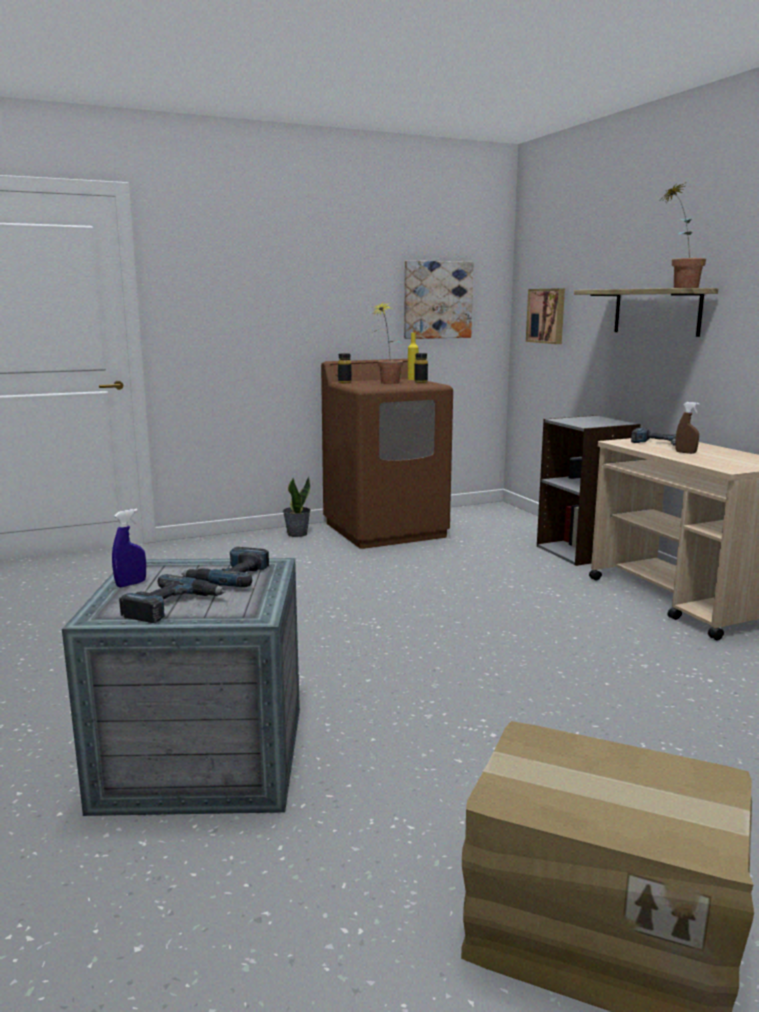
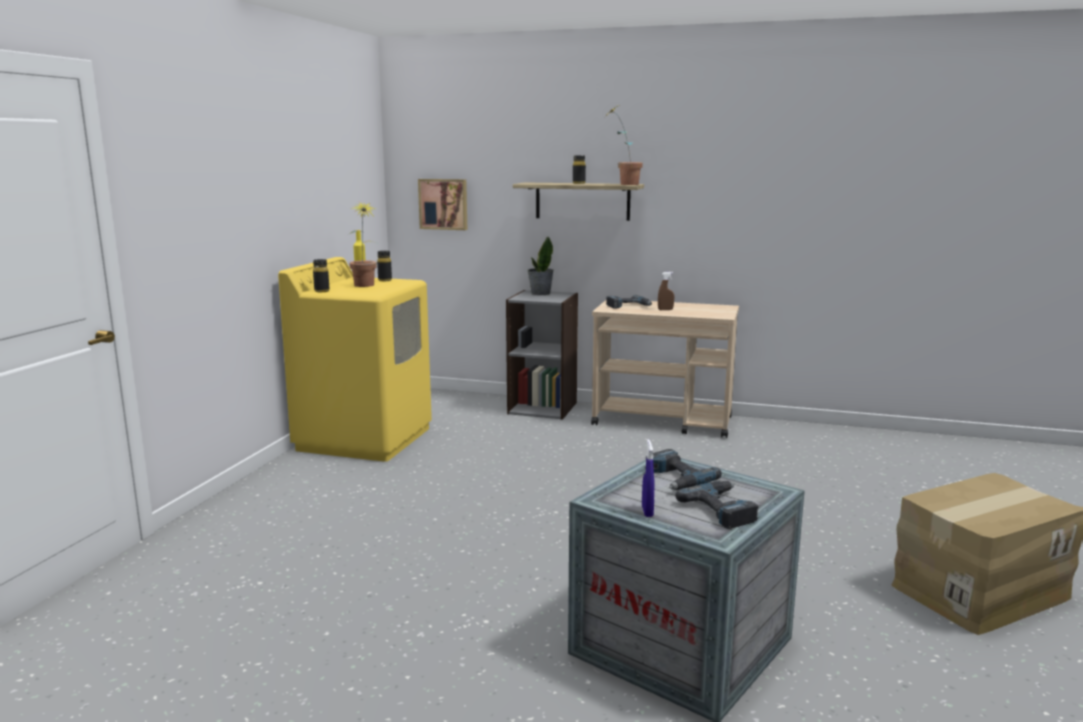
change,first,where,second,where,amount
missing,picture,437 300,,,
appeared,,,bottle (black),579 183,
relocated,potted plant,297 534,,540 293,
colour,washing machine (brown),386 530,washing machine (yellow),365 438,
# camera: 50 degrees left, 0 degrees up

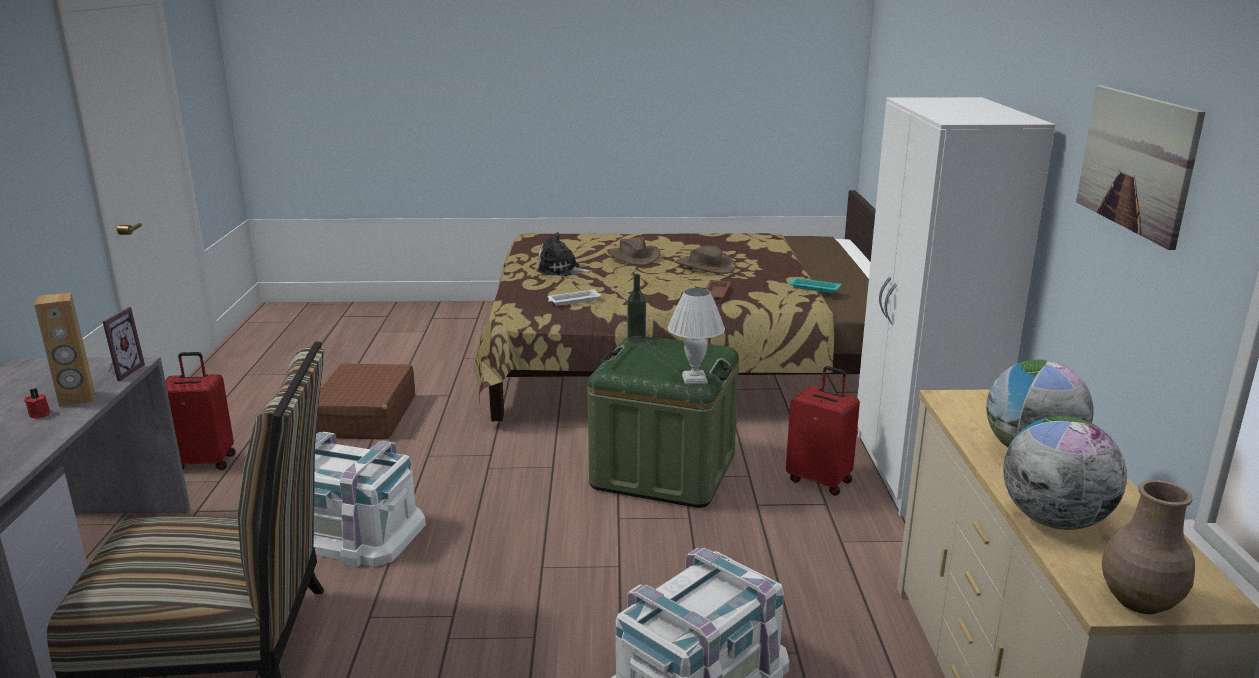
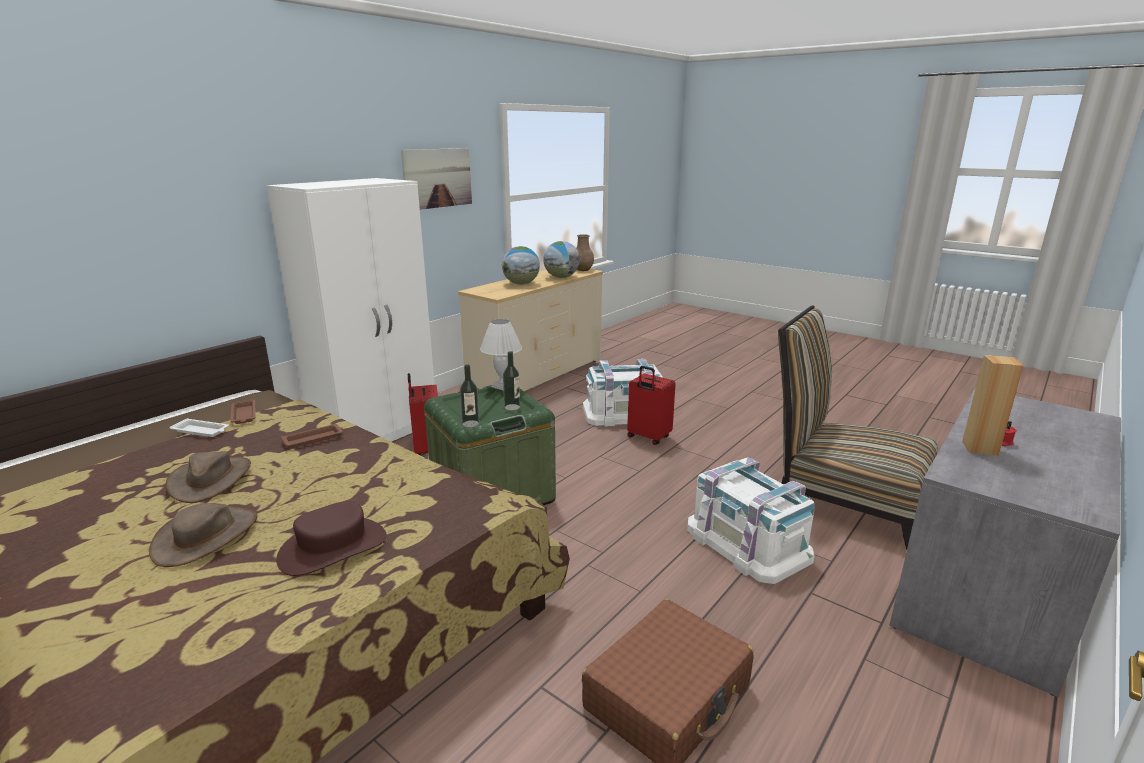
change,first,where,second,where,amount
missing,picture frame,121 372,,,
appeared,,,bottle,512 407,
relocated,suitcase (red),204 462,,648 437,
relocated,tray (white),573 301,,201 431,
exchanged,plush toy,561 270,hat (brown),333 547,
colour,tray (turquoise),813 288,tray (brown),244 415,
# camera: 140 degrees left, 0 degrees up

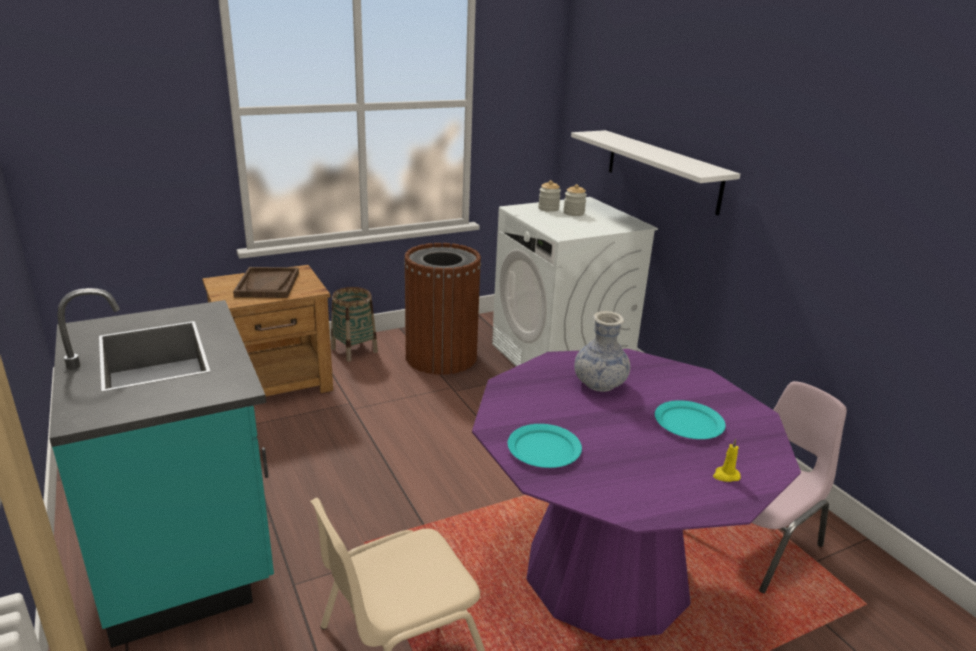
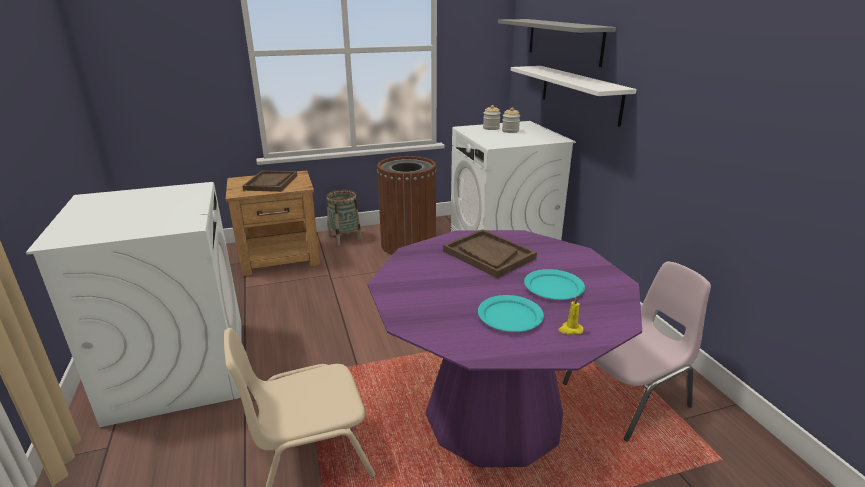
change,first,where,second,where,amount
appeared,,,shelf (grey),563 40,
relocated,plate (turquoise),543 448,,509 316,
exchanged,counter (turquoise),188 547,washing machine (white),179 368,
exchanged,vase,599 384,tray (brown),488 255,
# camera: 10 degrees right, 0 degrees up

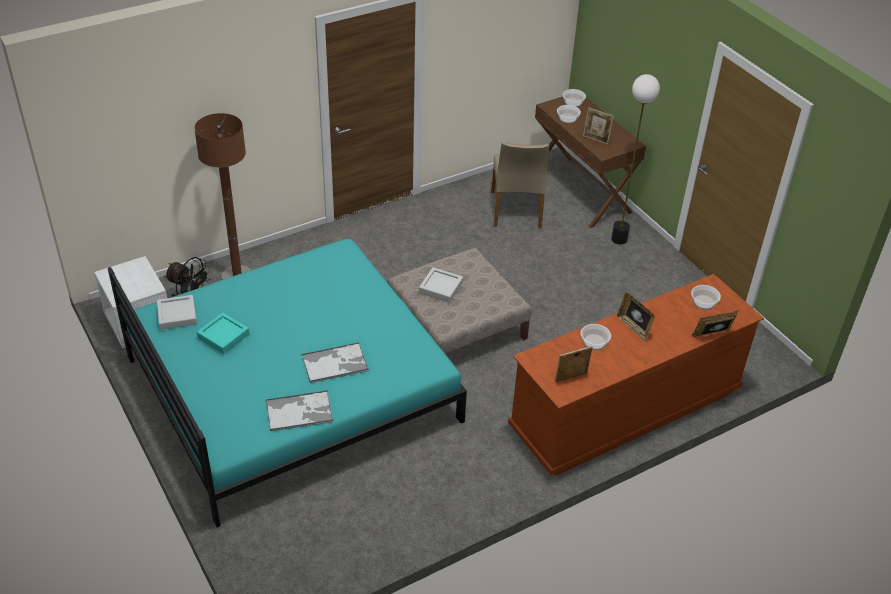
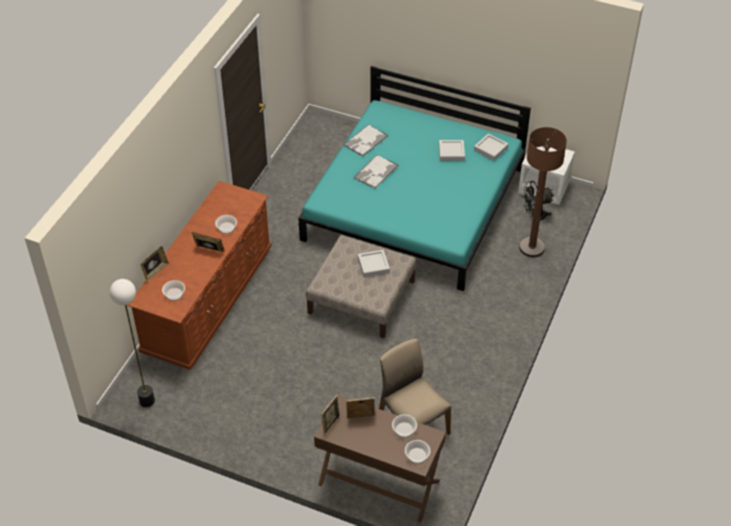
change,first,where,second,where,amount
relocated,picture frame,571 378,,331 424,
relocated,floor lamp,619 239,,146 400,
colour,tray (turquoise),223 336,tray (grey),451 152,
# camera: 145 degrees right, 5 degrees up

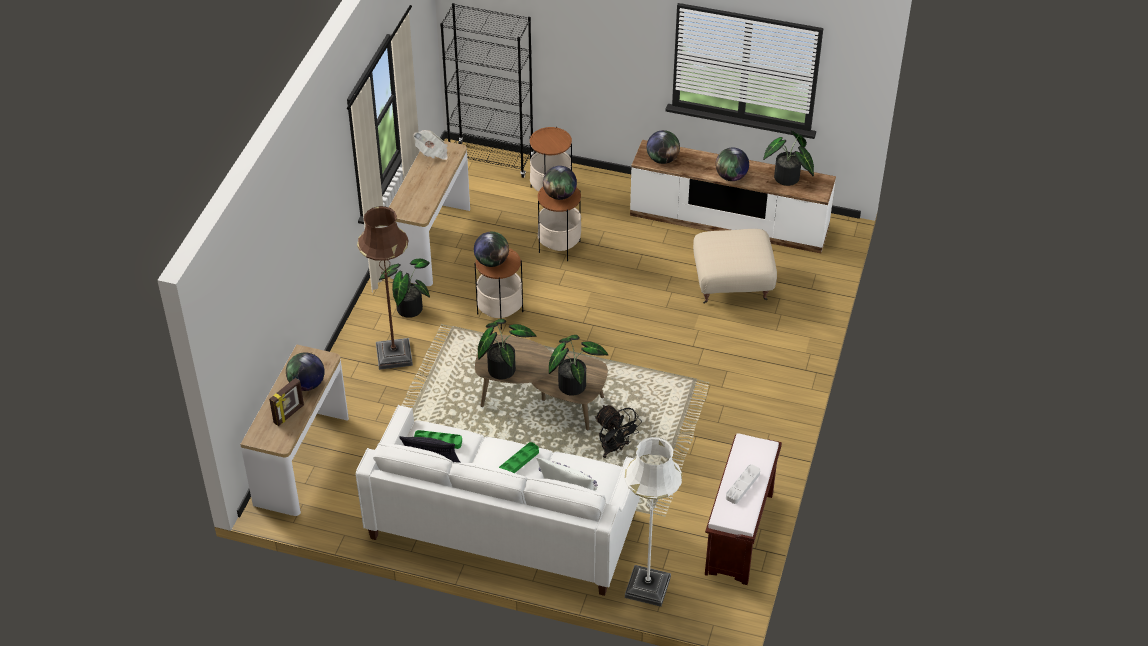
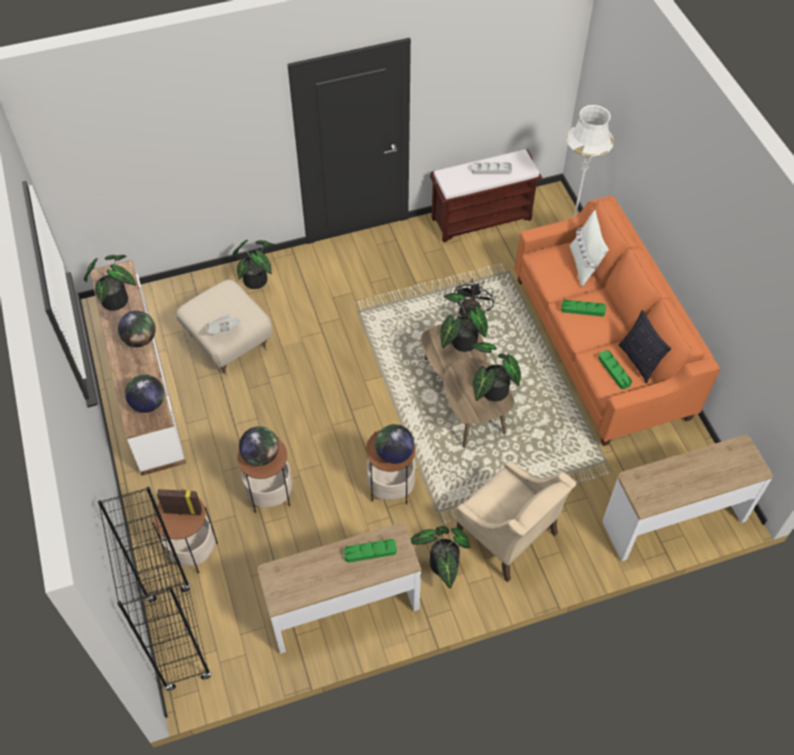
change,first,where,second,where,amount
missing,globe,307 384,,,
appeared,,,potted plant,258 279,
appeared,,,tray (green),370 552,
relocated,picture frame,289 414,,183 510,
relocated,newspaper,432 153,,224 330,
exchanged,floor lamp (brown),394 355,armchair (beige),507 535,
colour,sofa (white),502 525,sofa (orange),600 348,
# camera: 125 degrees left, 10 degrees up

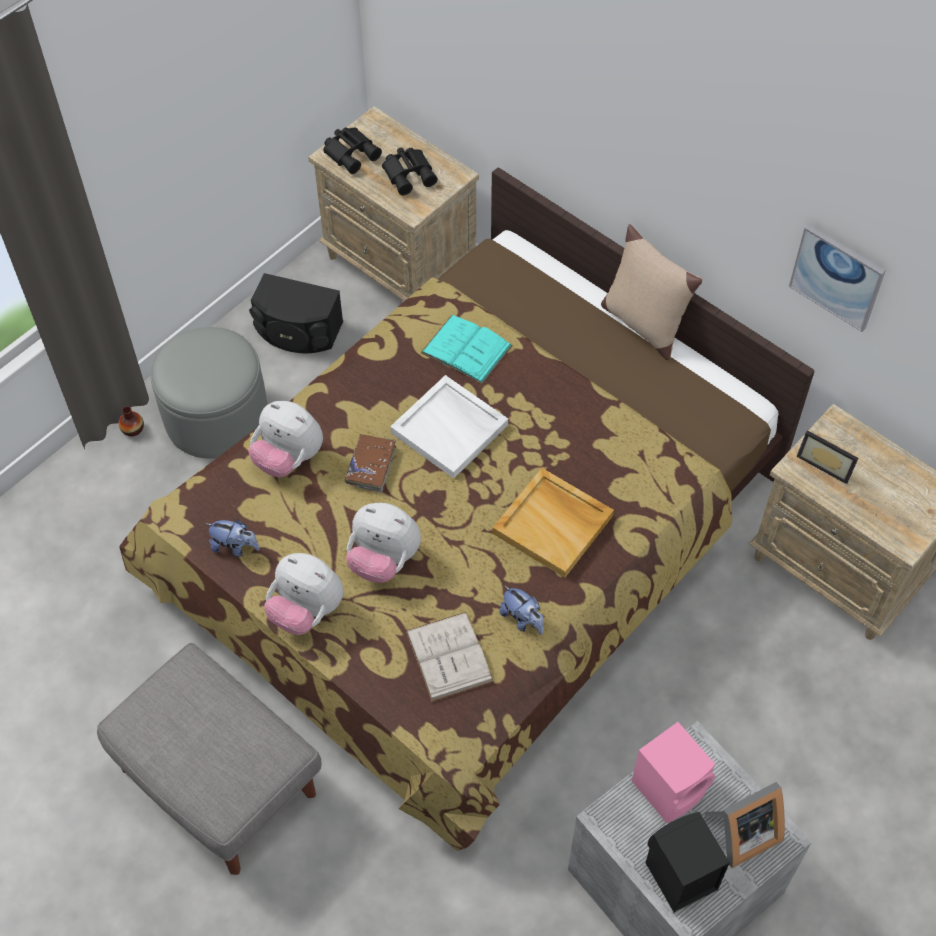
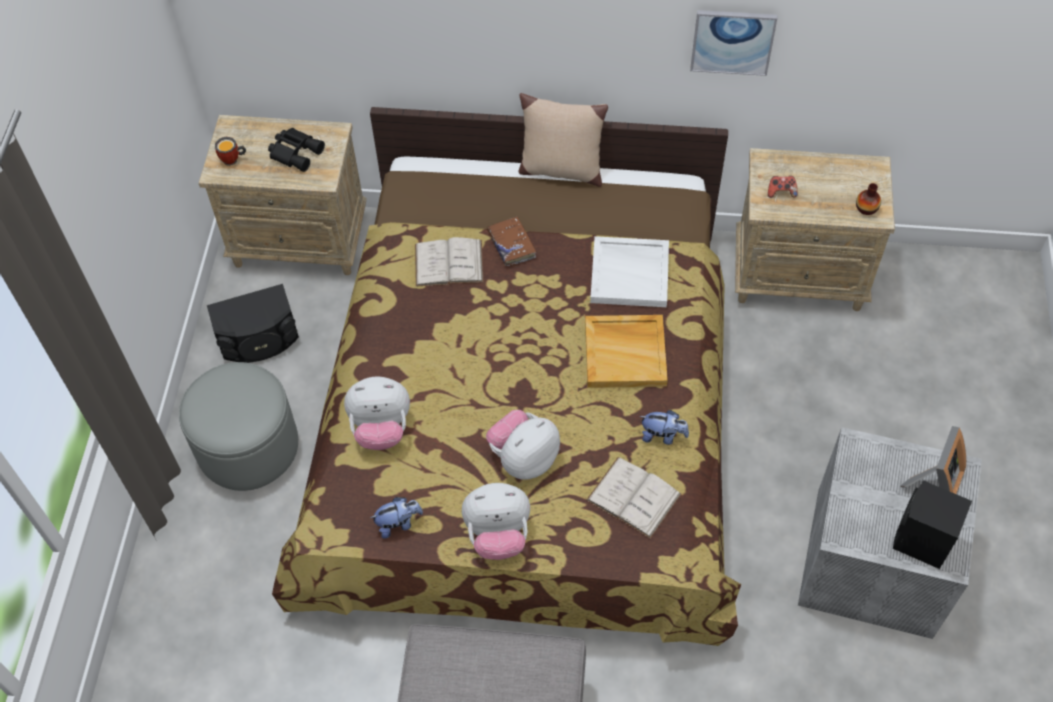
change,first,where,second,where,amount
missing,speaker (pink),670 787,,,
relocated,vase,133 429,,866 208,
relocated,book (brown),371 466,,511 245,
relocated,tray (white),450 429,,630 273,
exchanged,binoculars (black),351 152,mug,233 160,
exchanged,picture frame,826 463,game controller,781 192,
colour,book (turquoise),466 349,book (white),449 263,
spun,plush toy,383 560,,524 458,150 degrees clockwise
# camera: 35 degrees left, 0 degrees up

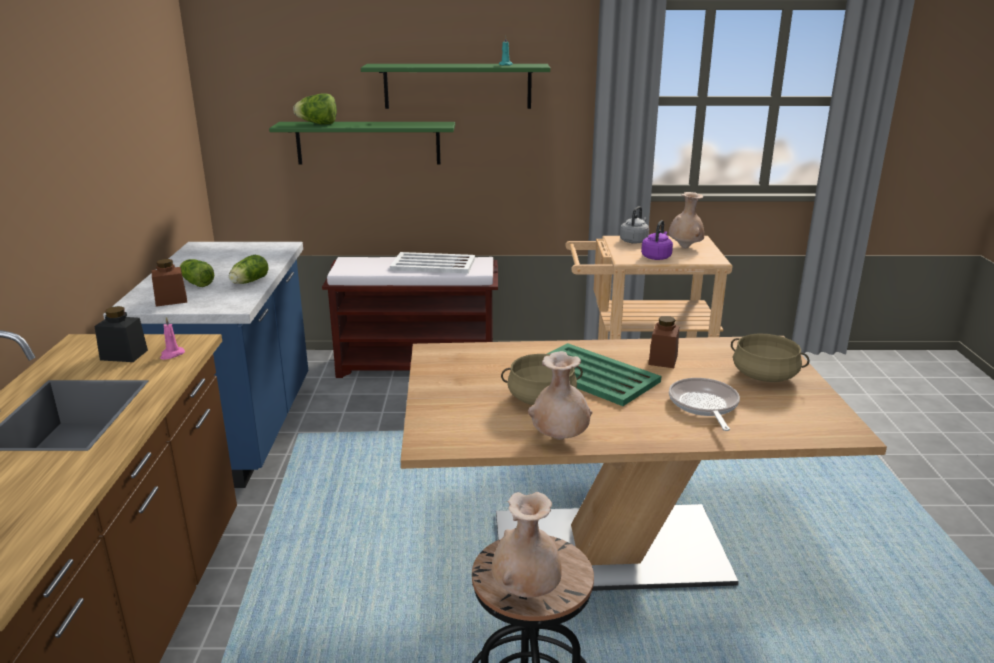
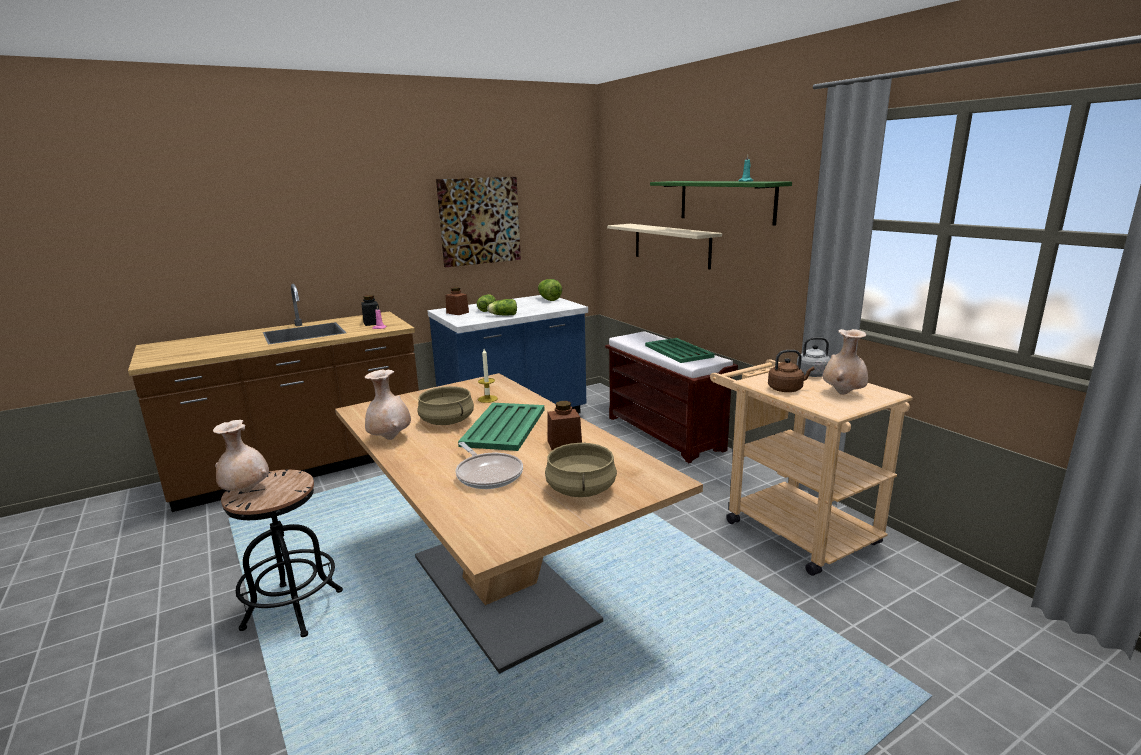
change,first,where,second,where,amount
appeared,,,picture,479 221,
appeared,,,candle,487 399,
relocated,lettuce,318 124,,548 299,
colour,shelf (green),368 143,shelf (beige),671 245,
colour,tray (white),432 264,tray (green),678 351,
colour,kettle (purple),656 257,kettle (brown),787 389,
spun,frying pan,704 405,,488 474,90 degrees clockwise
# camera: 60 degrees right, 5 degrees down

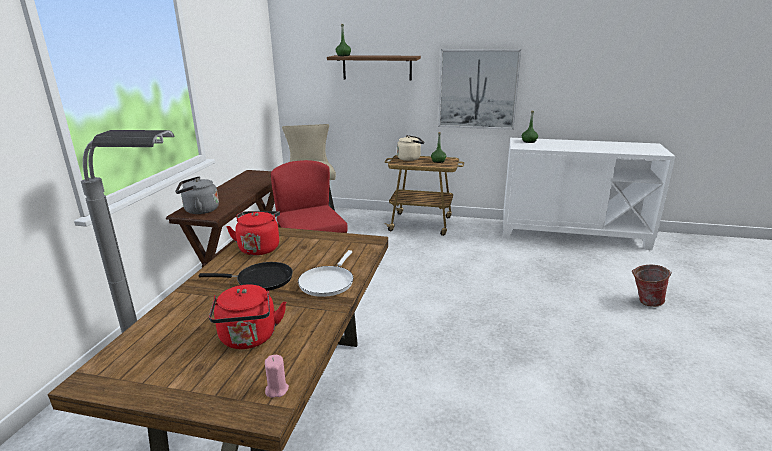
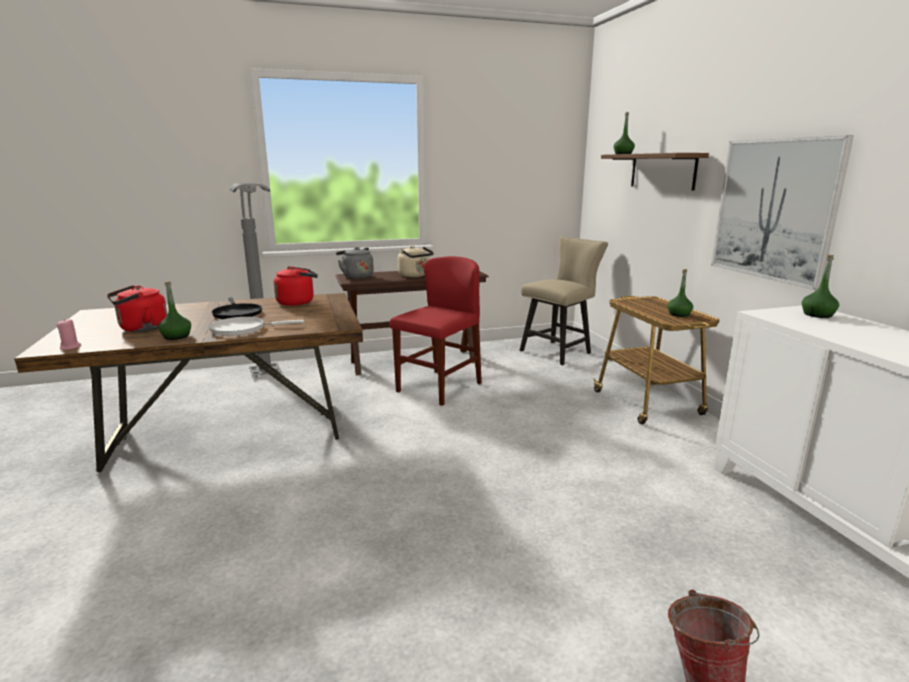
change,first,where,second,where,amount
appeared,,,bottle (green),176 336,
relocated,kettle (beige),410 158,,415 276,
# camera: 60 degrees right, 5 degrees down

